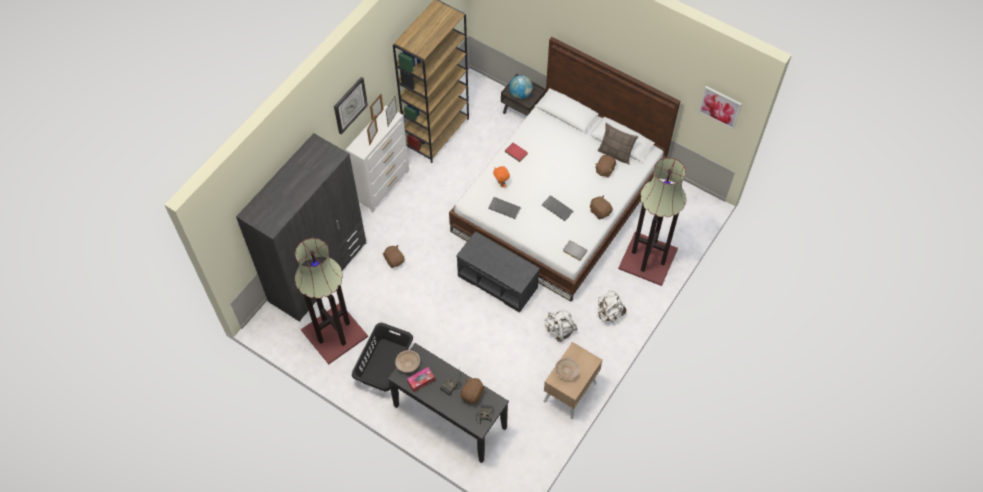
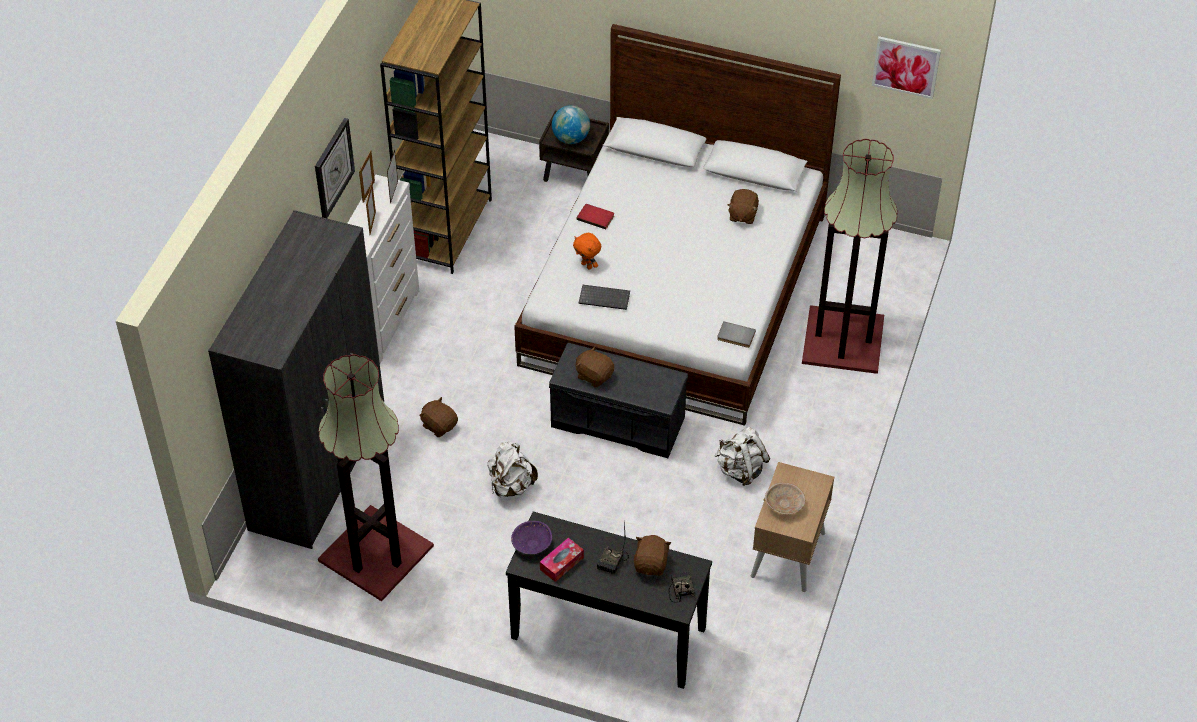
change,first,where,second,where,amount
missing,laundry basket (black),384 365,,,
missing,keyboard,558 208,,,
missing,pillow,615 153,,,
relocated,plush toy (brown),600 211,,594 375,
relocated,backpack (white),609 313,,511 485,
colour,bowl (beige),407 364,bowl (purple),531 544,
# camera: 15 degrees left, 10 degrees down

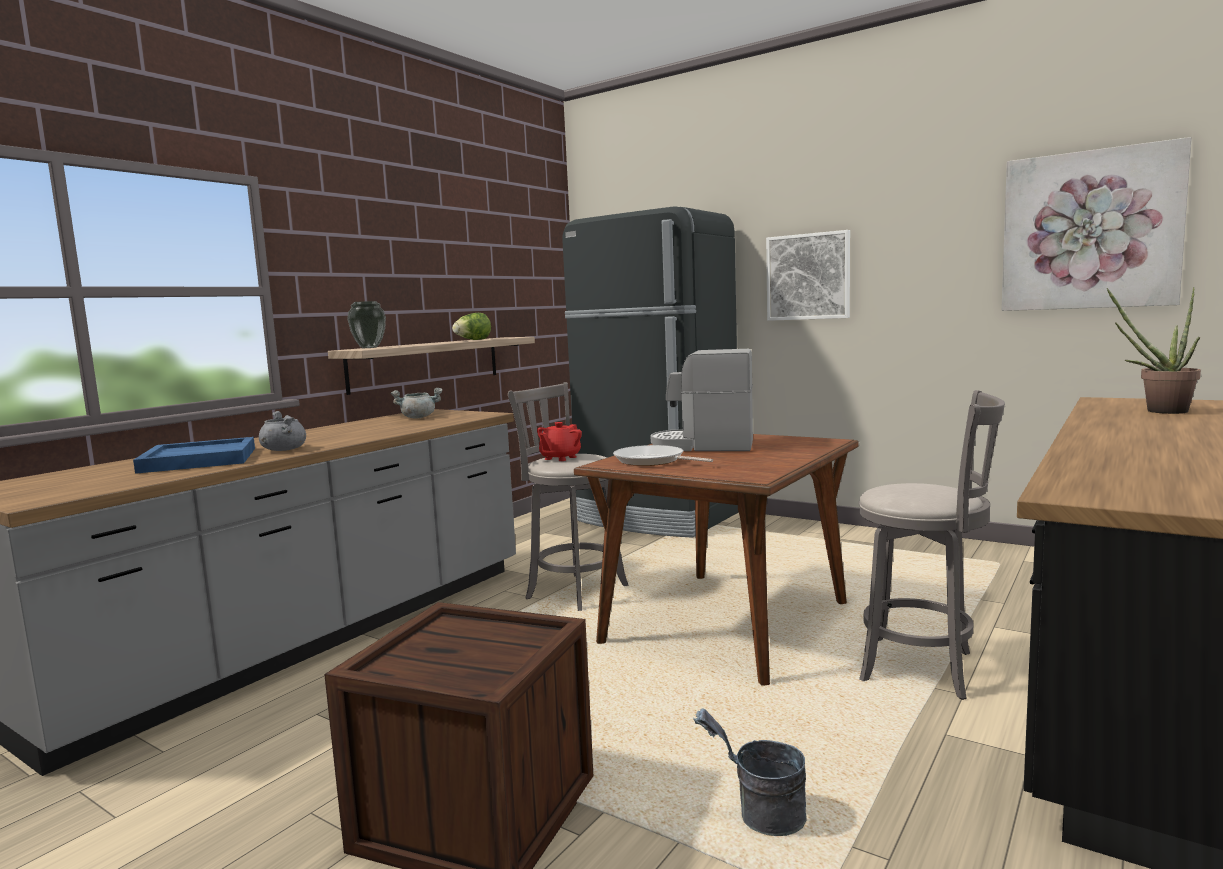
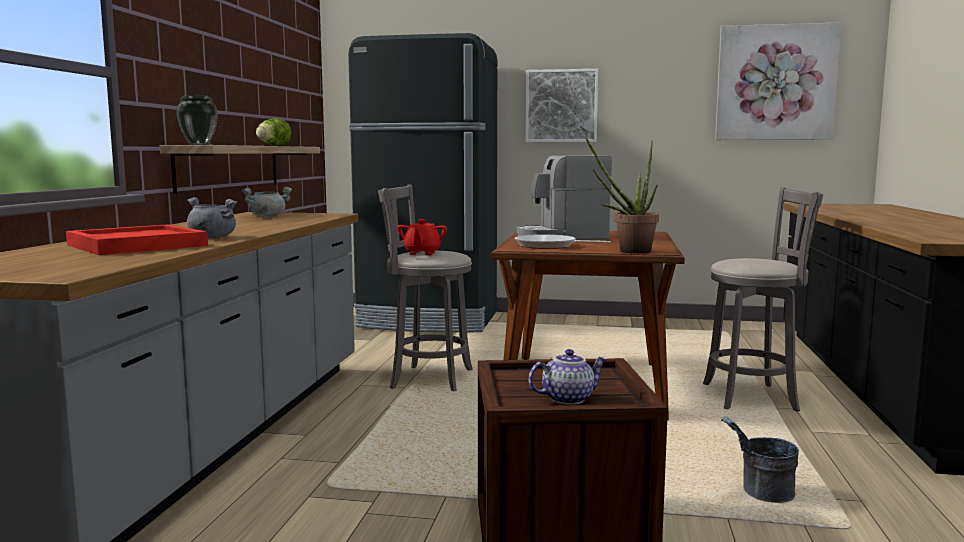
change,first,where,second,where,amount
appeared,,,teapot,567 398,
relocated,potted plant,1157 411,,628 251,
colour,tray (blue),198 460,tray (red),136 245,
# camera: 25 degrees left, 0 degrees up

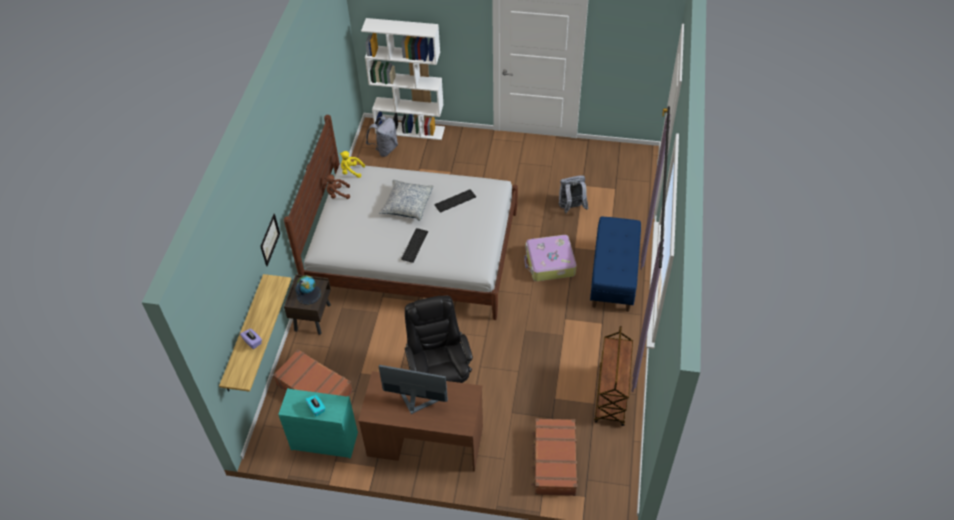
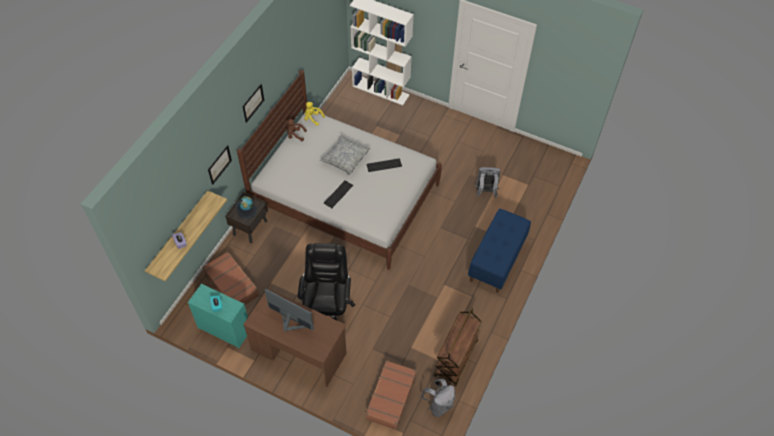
change,first,where,second,where,amount
missing,suitcase,549 263,,,
appeared,,,picture,253 103,
relocated,backpack (grey),385 149,,438 405,
# camera: 15 degrees right, 5 degrees up

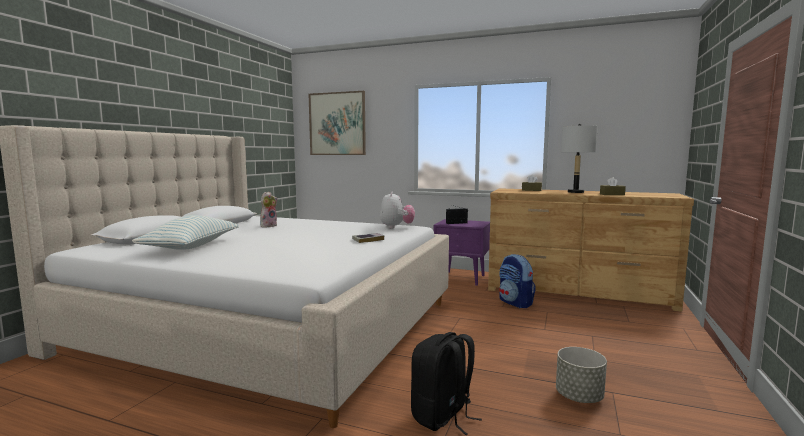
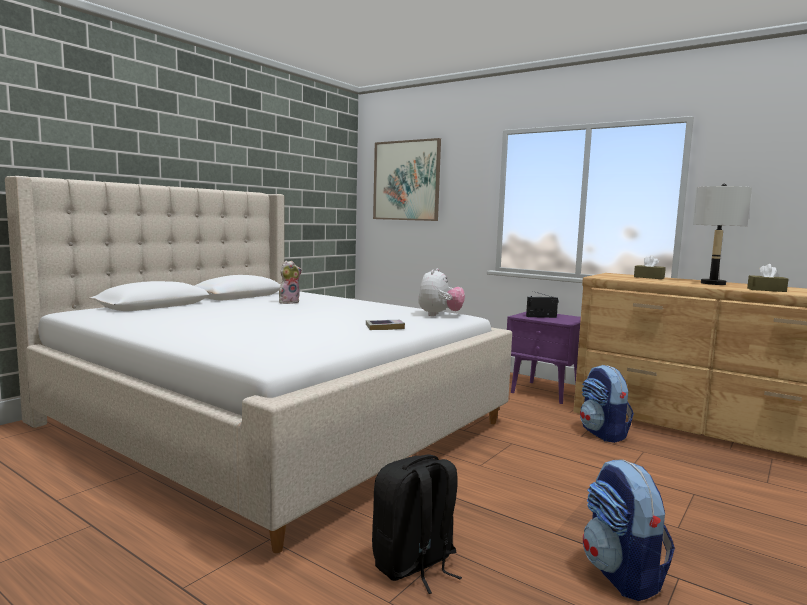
change,first,where,second,where,amount
missing,pillow,191 247,,,
exchanged,planter (grey),579 397,backpack,622 575,
# camera: 15 degrees right, 0 degrees up

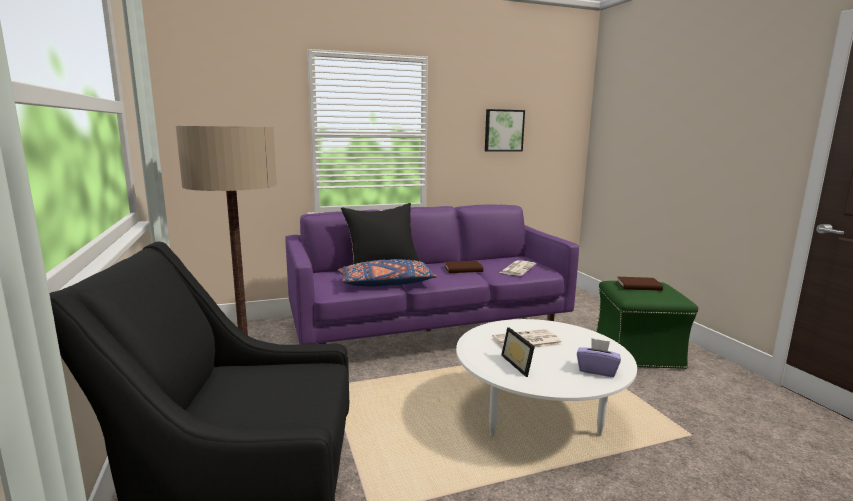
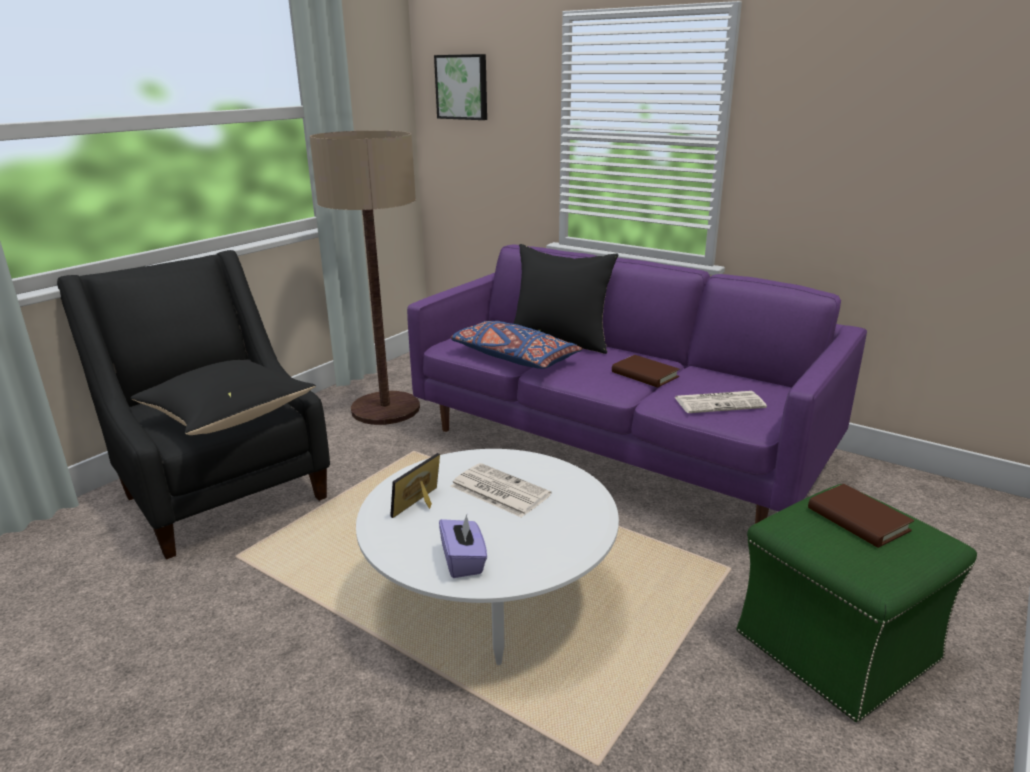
change,first,where,second,where,amount
appeared,,,pillow (black),229 417,
relocated,picture,503 130,,462 87,
# camera: 55 degrees right, 10 degrees up

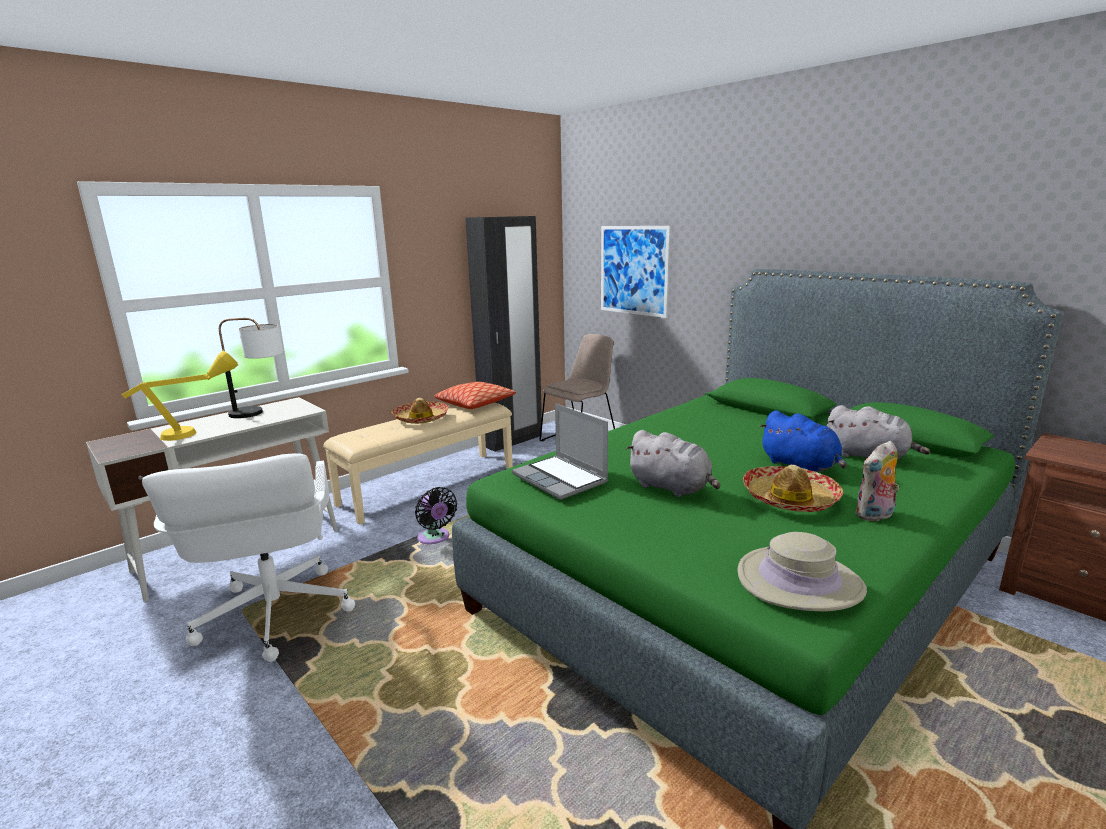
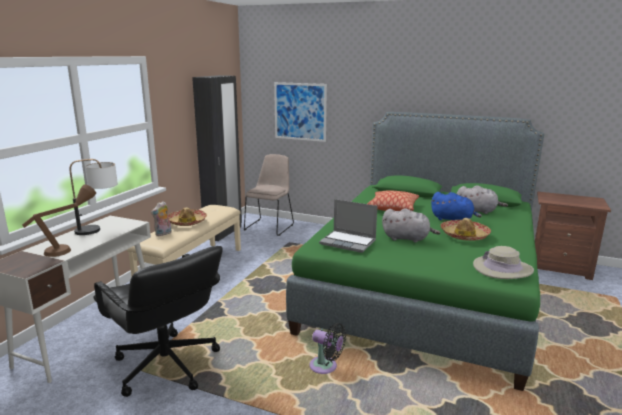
change,first,where,second,where,amount
relocated,fan (black),435 538,,326 367,
relocated,pillow,475 404,,392 208,
relocated,plush toy,875 516,,163 234,
colour,table lamp (yellow),197 431,table lamp (brown),69 247,
colour,office chair (white),274 615,office chair (black),166 366,
# camera: 25 degrees left, 0 degrees up

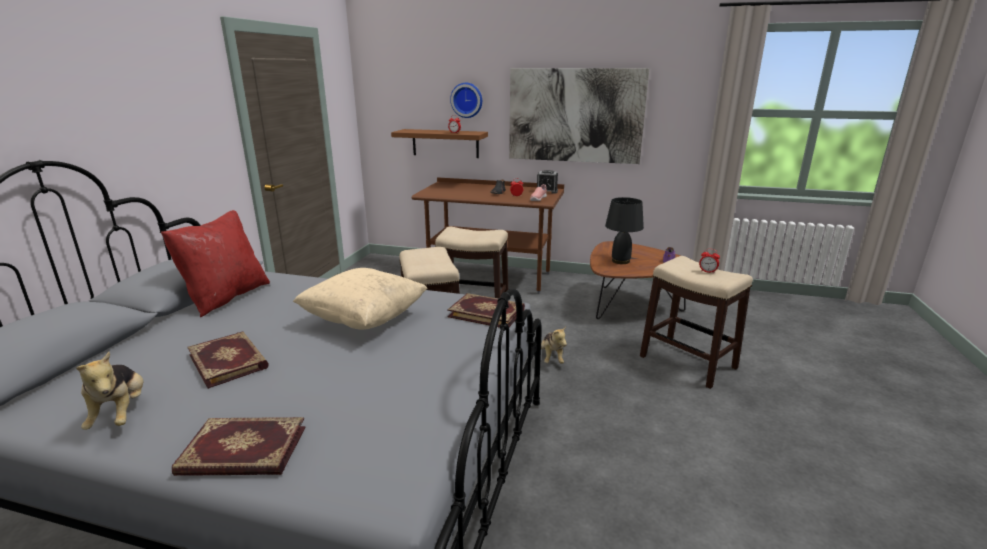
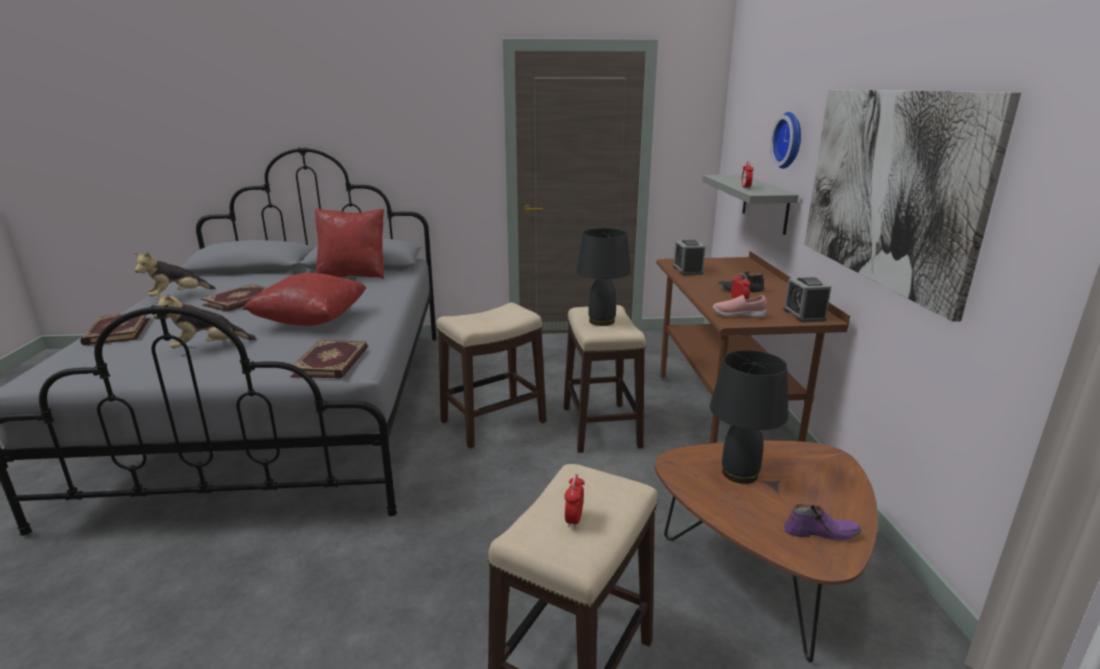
change,first,where,second,where,amount
appeared,,,table lamp (black),601 321,
appeared,,,alarm clock,688 270,
relocated,plush toy,551 358,,208 347,
colour,pillow (beige),364 320,pillow (red),311 320,
colour,shelf (brown),445 143,shelf (grey),765 203,
# camera: 70 degrees right, 0 degrees up

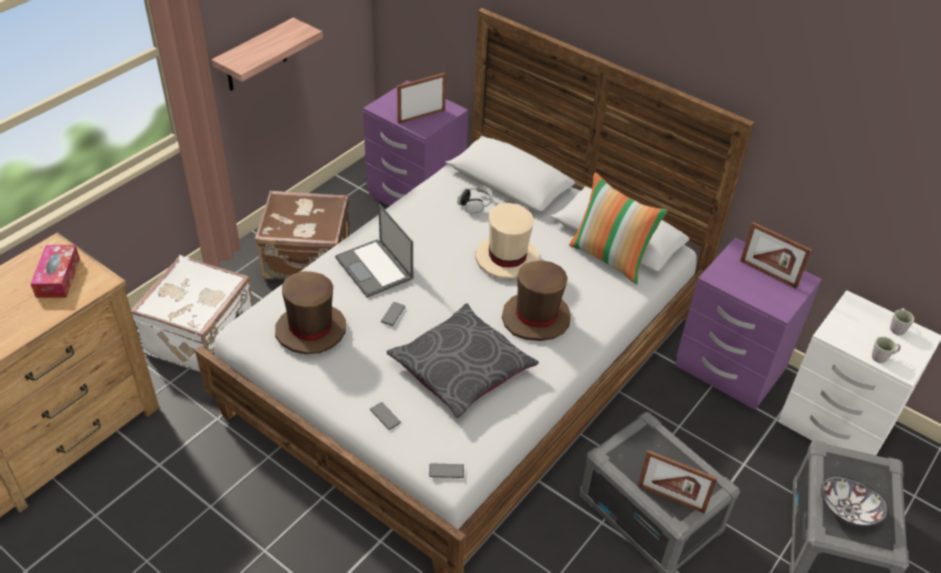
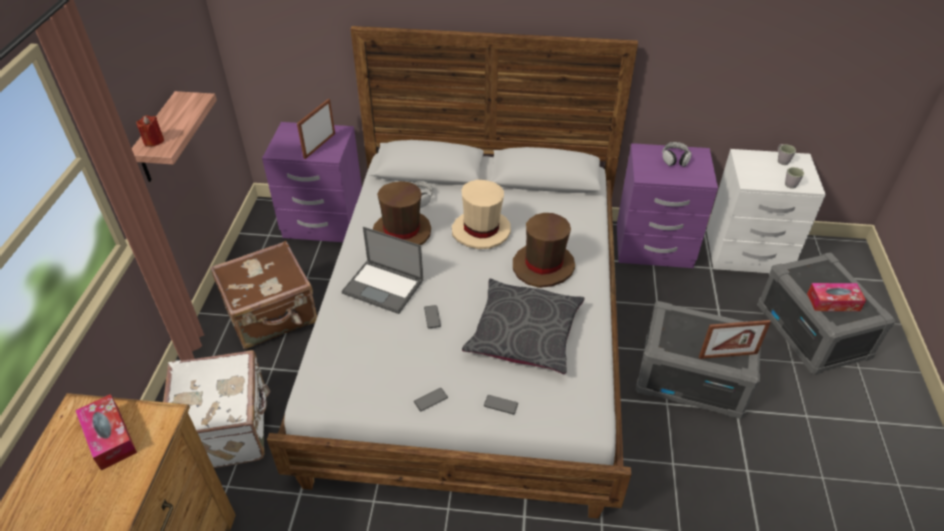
change,first,where,second,where,amount
missing,pillow,610 258,,,
appeared,,,candle (red),153 141,
relocated,hat (brown),311 330,,402 233,
relocated,phone,446 471,,431 400,
exchanged,picture frame,768 274,headphones,675 159,
exchanged,bowl,848 510,tissue box,833 302,
# camera: 30 degrees left, 0 degrees up

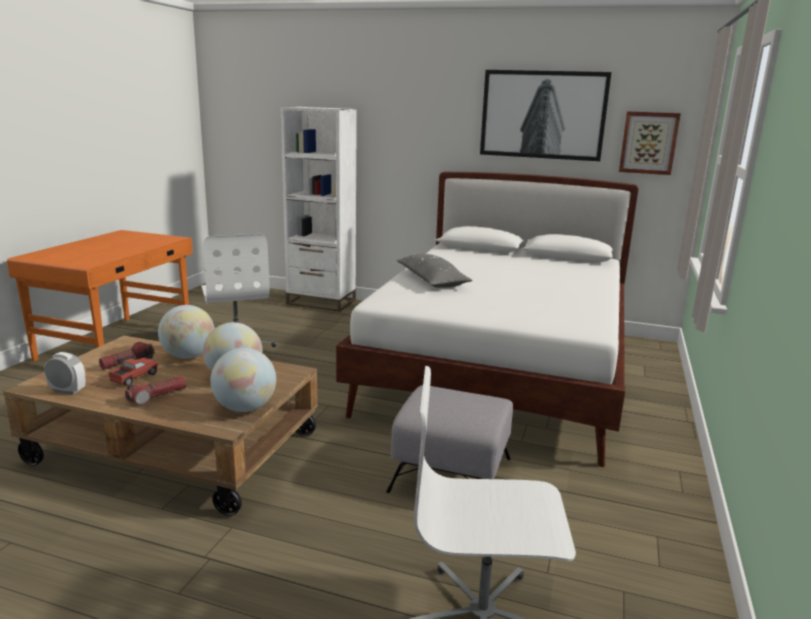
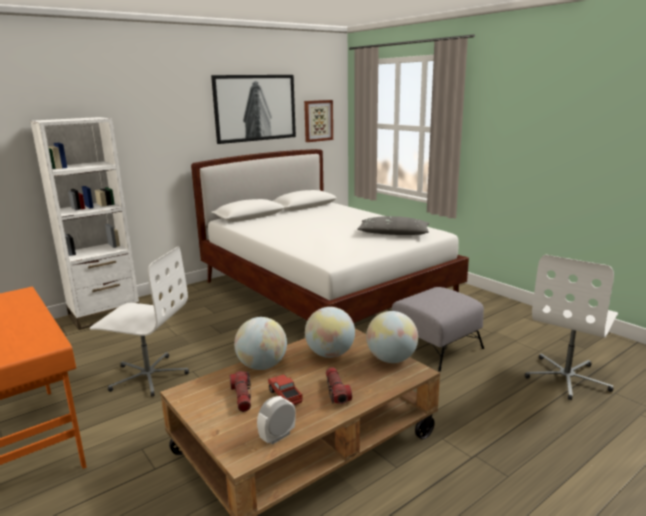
change,first,where,second,where,amount
relocated,pillow (grey),431 280,,393 234,
# camera: 55 degrees left, 0 degrees up

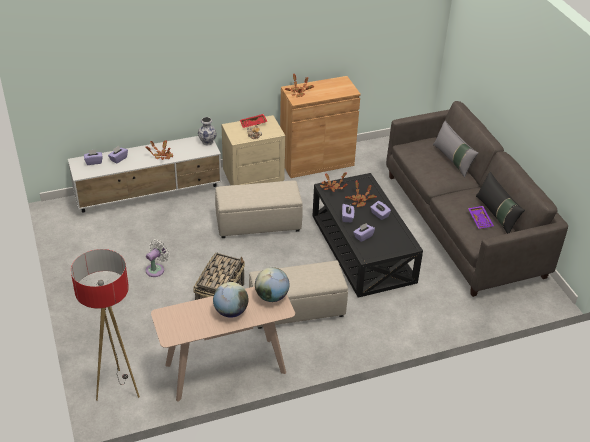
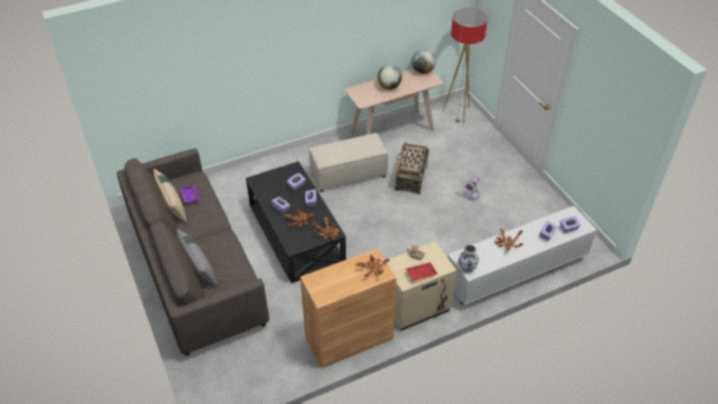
change,first,where,second,where,amount
missing,ottoman (beige),259 224,,,
relocated,globe,271 296,,422 71,
colour,pillow (black),496 214,pillow (beige),172 205,
# camera: 175 degrees right, 5 degrees up

